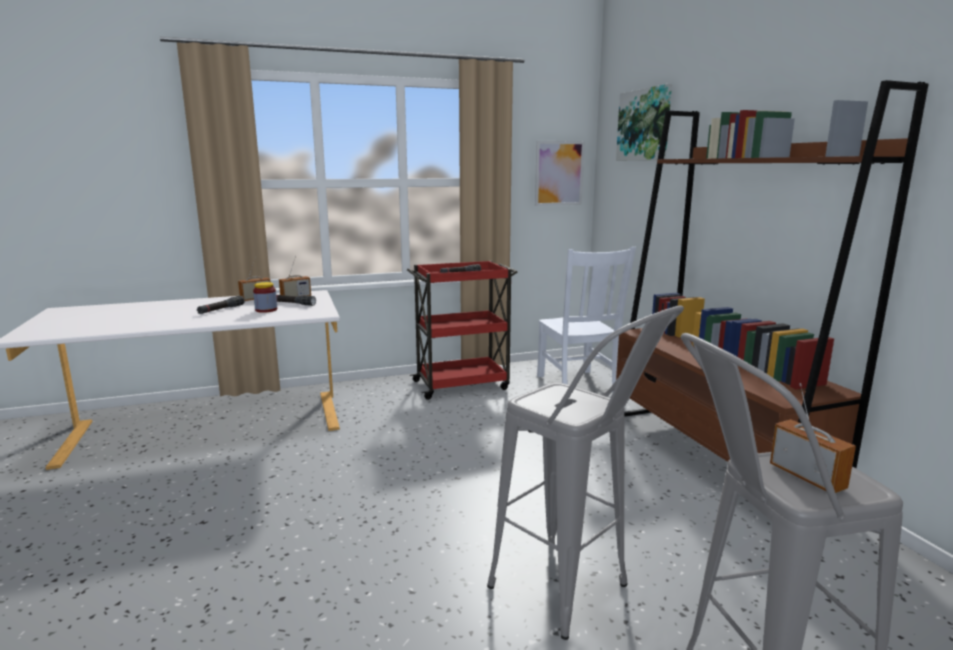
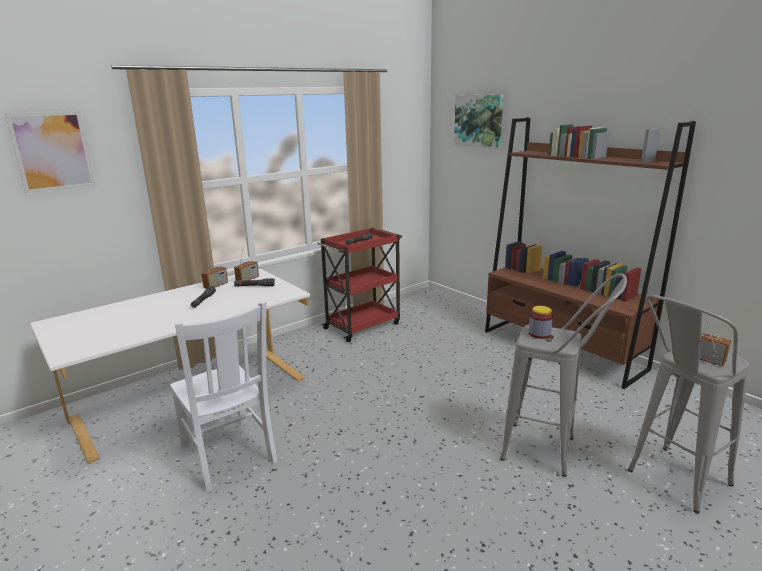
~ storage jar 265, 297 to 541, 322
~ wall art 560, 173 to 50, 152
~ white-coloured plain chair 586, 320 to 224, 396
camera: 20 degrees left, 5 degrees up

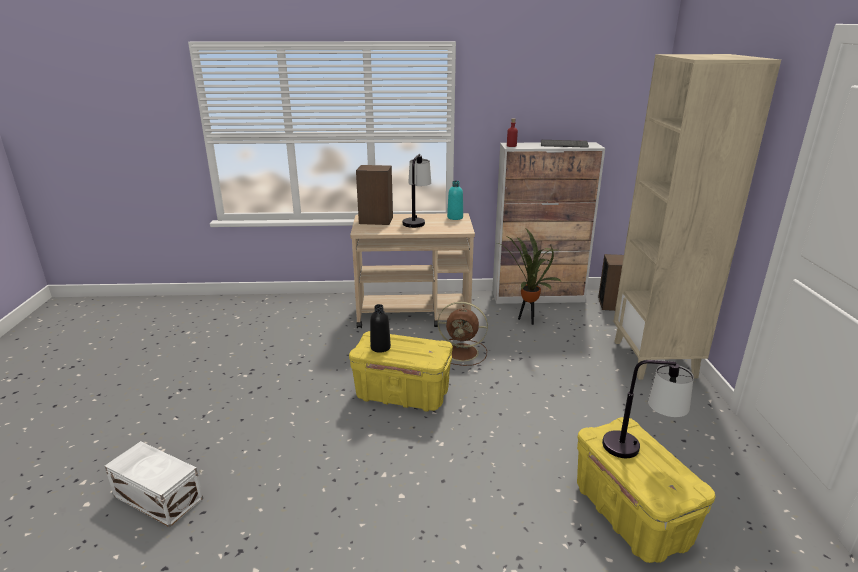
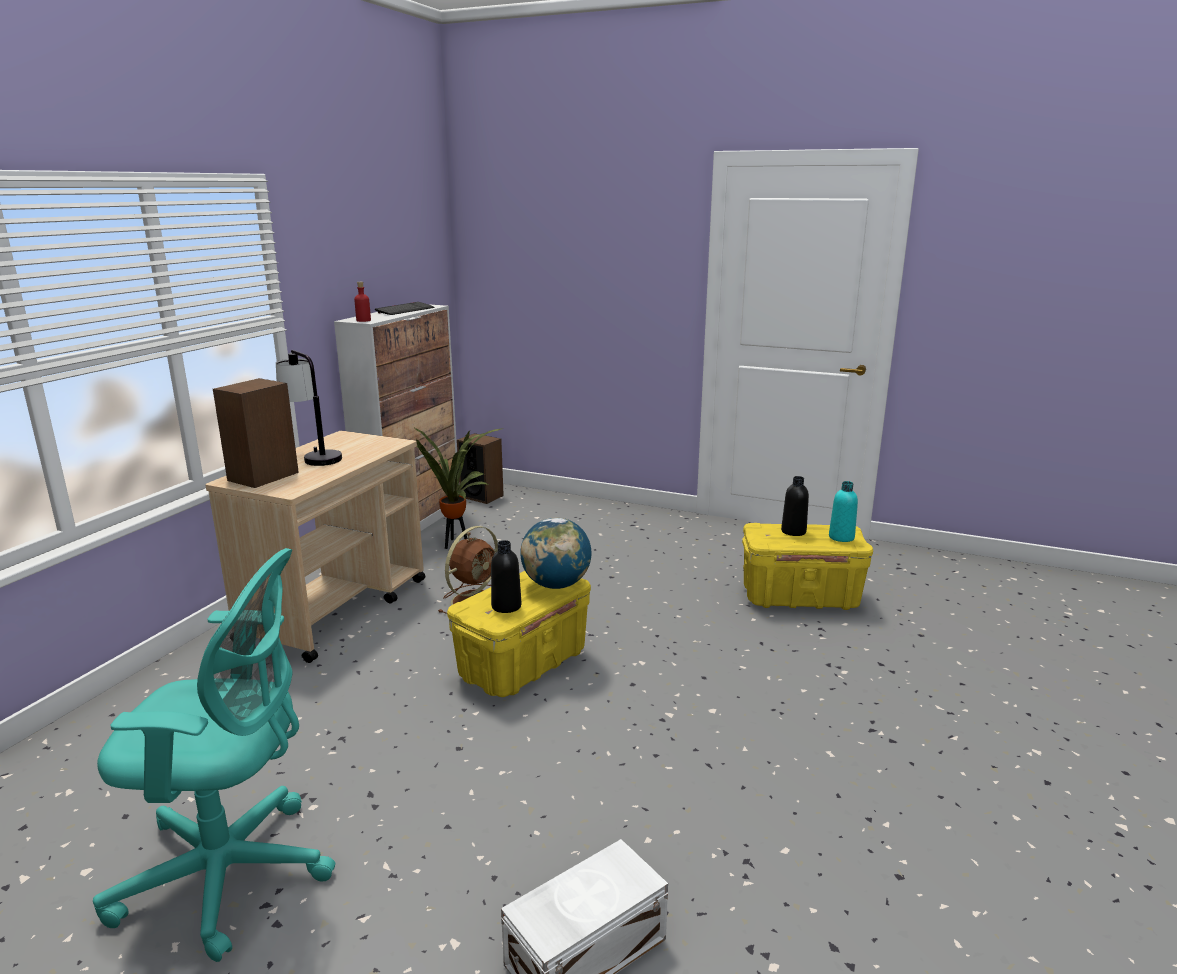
- sand-coloured bookshelf 697, 217
+ blue-green office chair 214, 755
+ world globe 556, 553
~ blue-green bottle 455, 200 to 843, 511
~ lamp for a table 648, 409 to black-coloured bottle 795, 506
camera: 65 degrees left, 5 degrees down

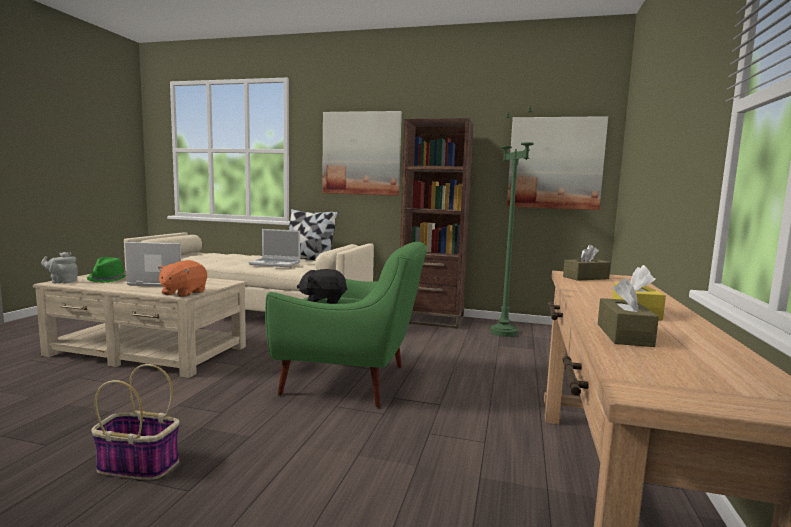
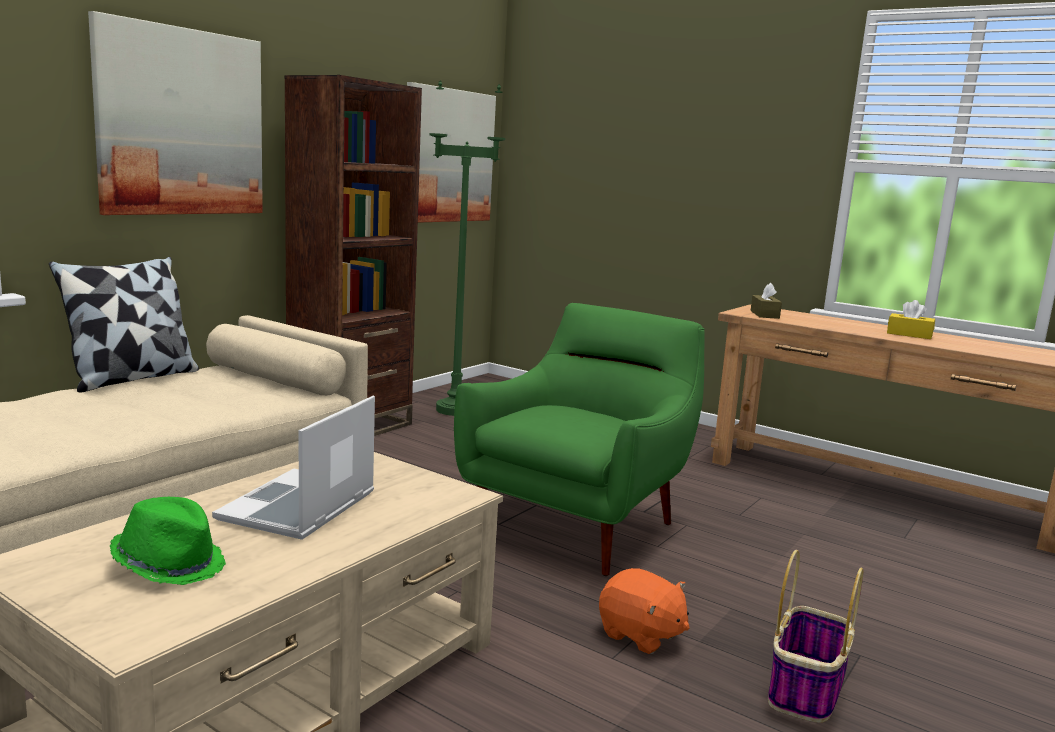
- gray tea pot 59, 267
- laptop 274, 248
- black-coloured soft toy 322, 286
- brown-coloured box of tissues 628, 312
~ orange-coloured soft toy 182, 278 to 644, 611
camera: 70 degrees left, 5 degrees up

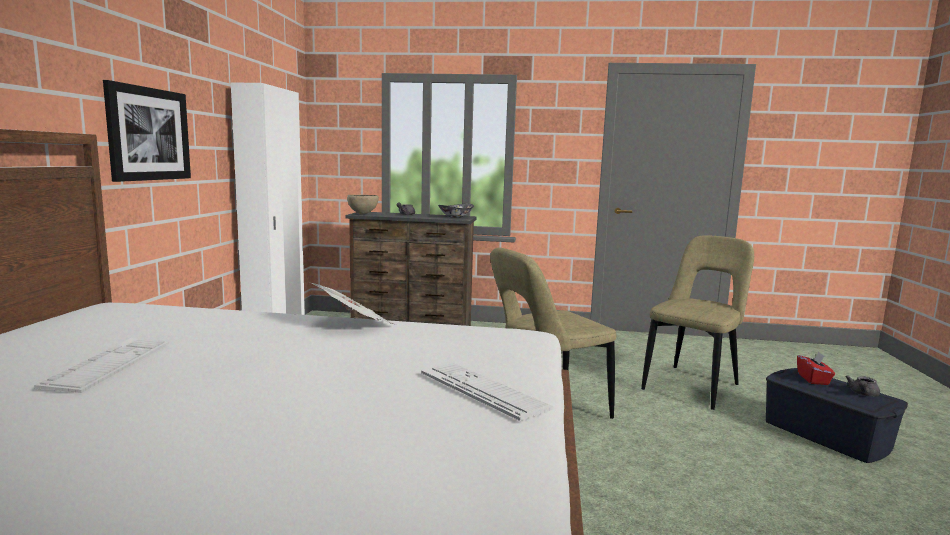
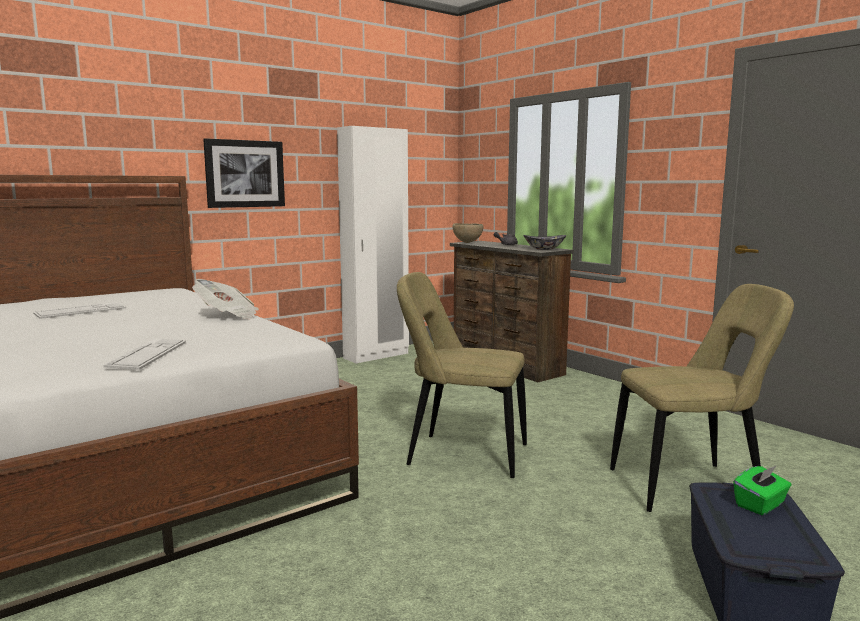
- gray tea pot 862, 386
~ red box of tissues 816, 368 to green box of tissues 762, 490
camera: 45 degrees right, 0 degrees up

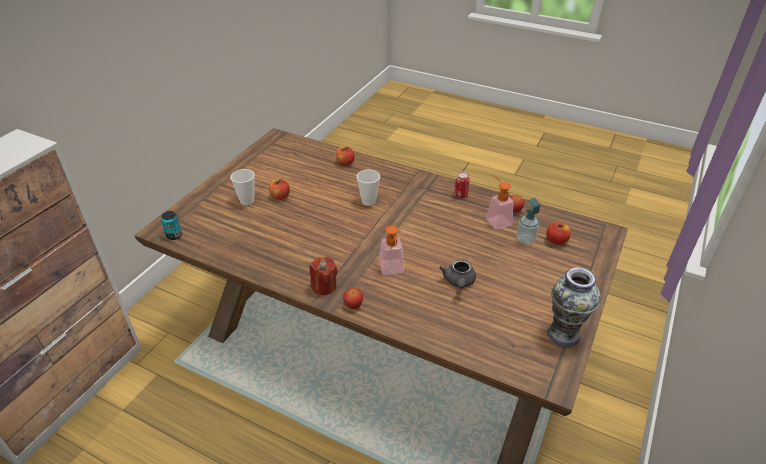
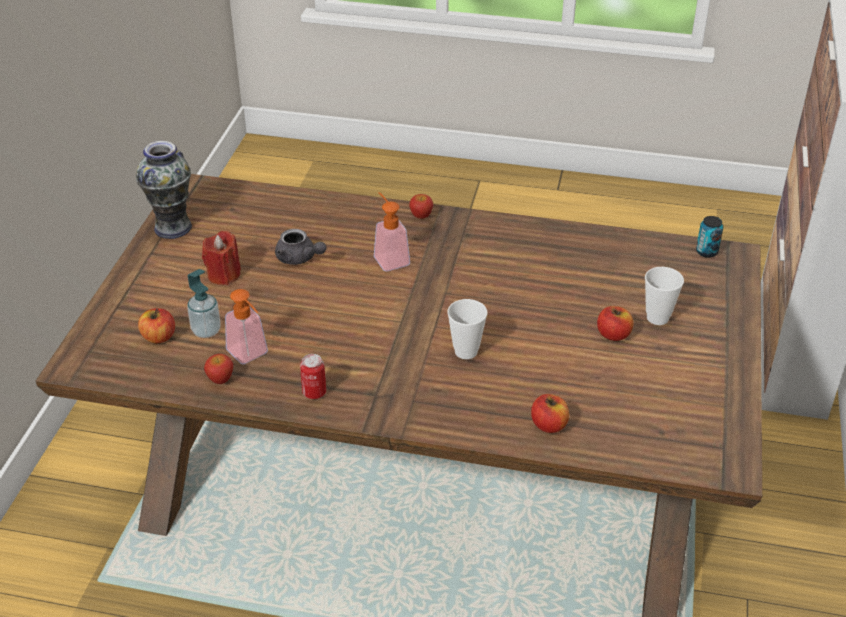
~ red candle 323, 276 to 221, 258
~ gray tea pot 457, 274 = 301, 247 135 degrees clockwise
camera: 165 degrees right, 0 degrees up

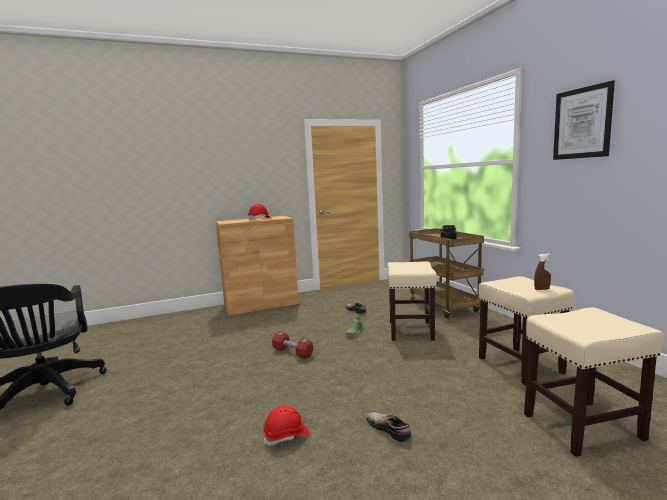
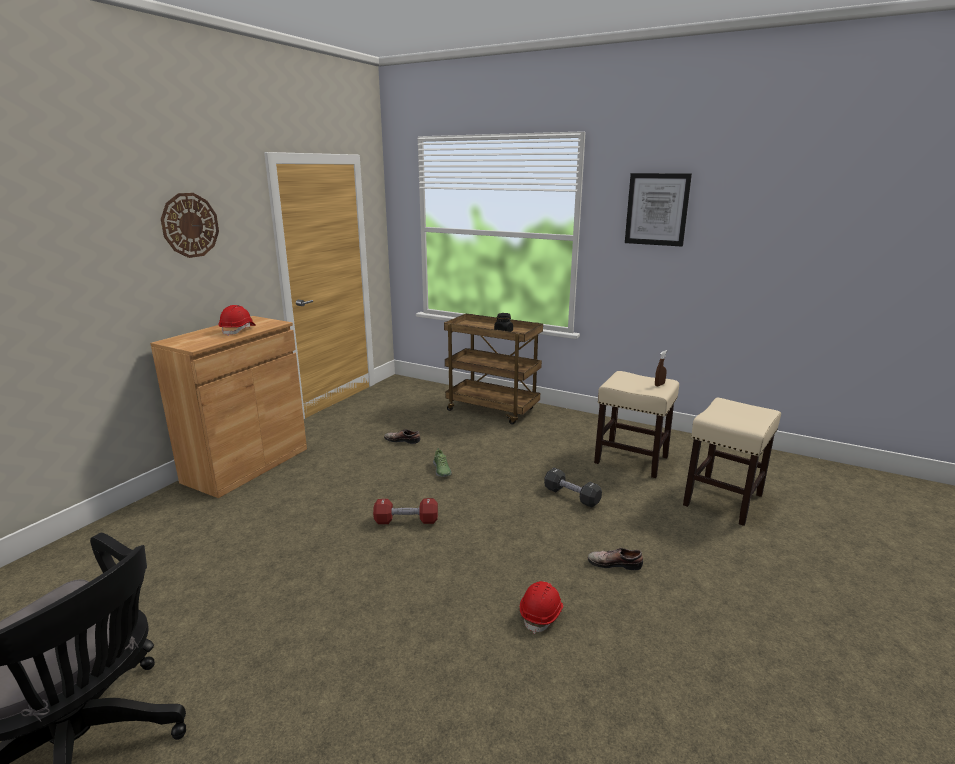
- sand-coloured stool seat 412, 301
+ hanging clock 190, 225
+ black-coloured hand weight 573, 488
camera: 40 degrees left, 10 degrees up

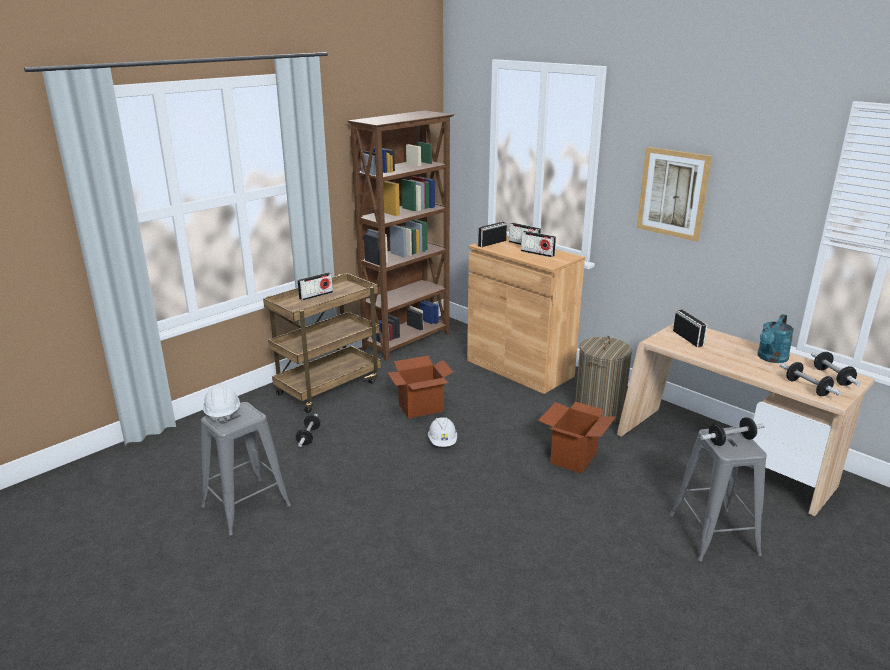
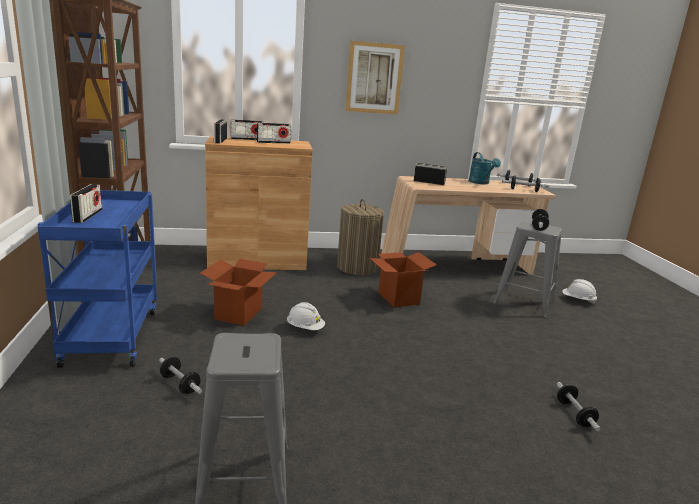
+ hand weight 579, 406
~ white-coloured safety helmet 221, 403 to 579, 291
~ brown-coloured cart 322, 343 to bluish cart 97, 279
camera: 55 degrees left, 5 degrees down

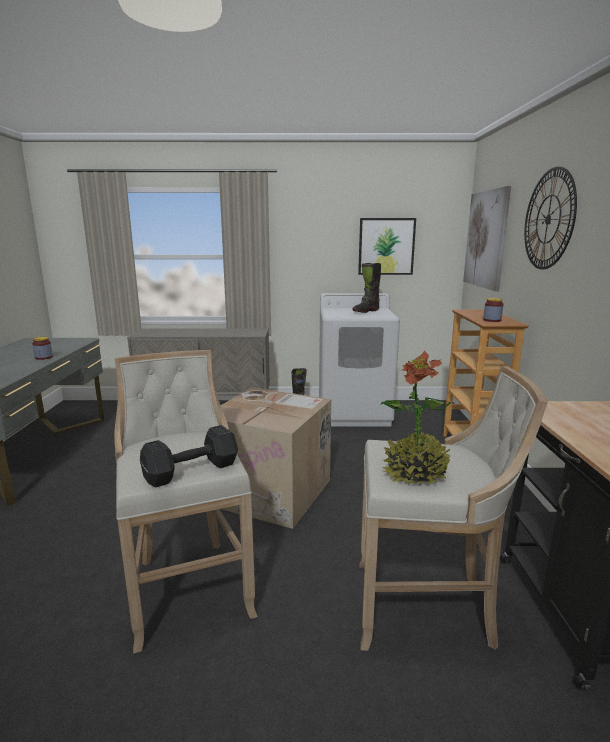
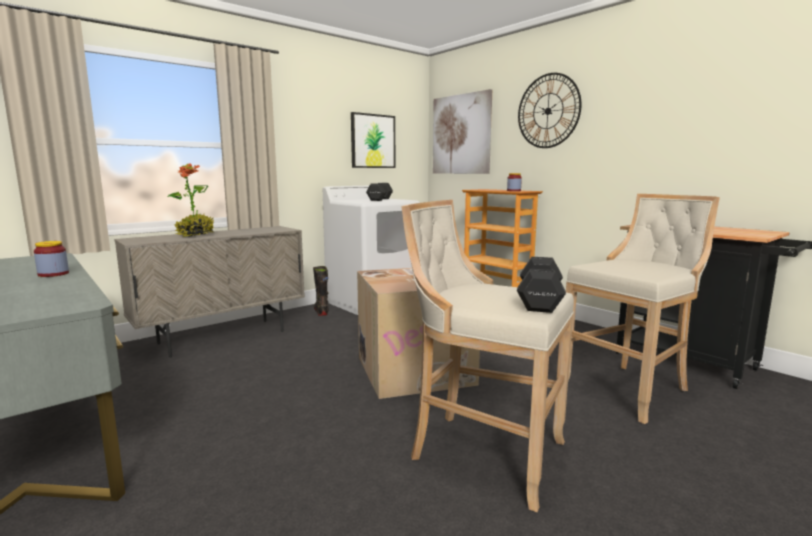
~ plant in a pot 415, 418 to 191, 200
~ black-coloured boot 366, 288 to black-coloured hand weight 379, 192
camera: 40 degrees left, 5 degrees down

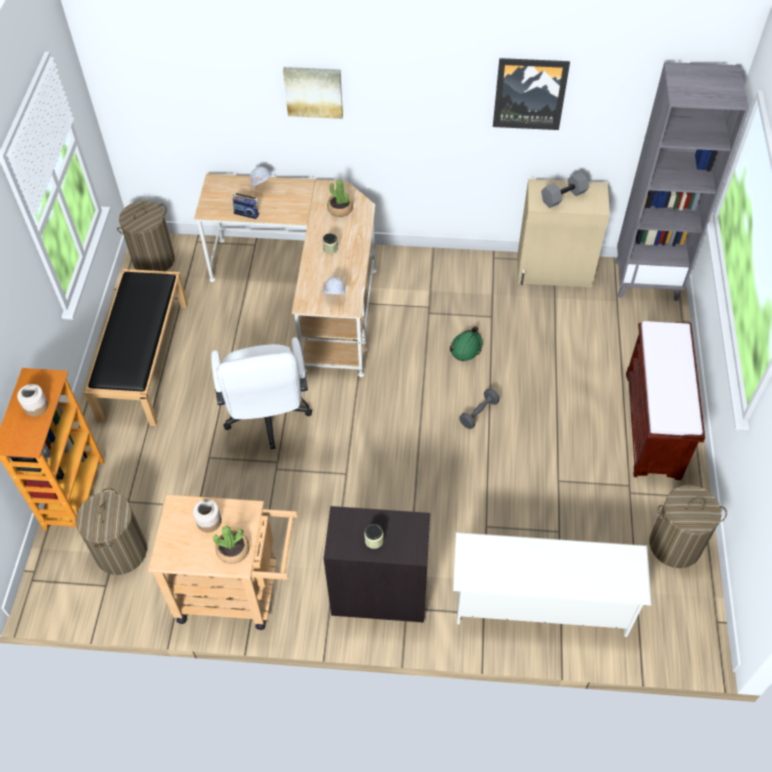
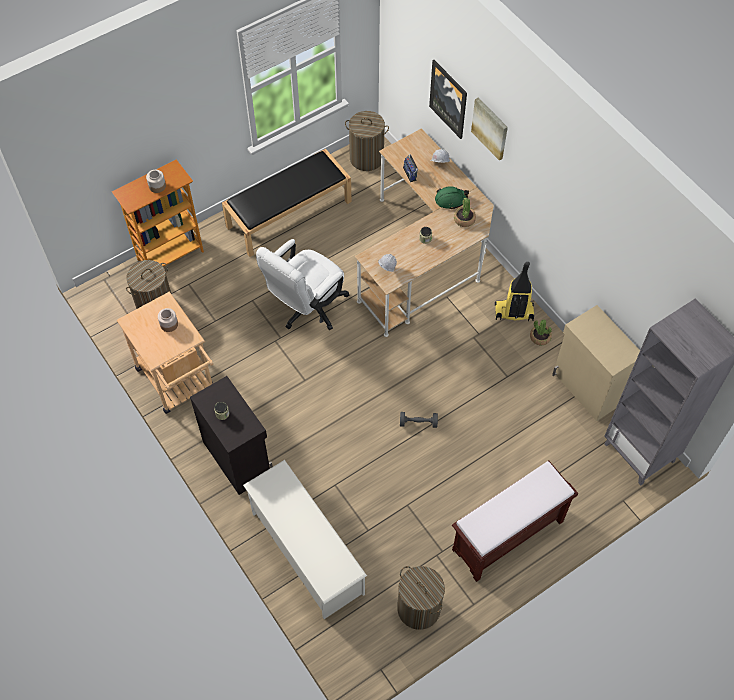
- gray hand weight 565, 190
+ vacuum 514, 291
~ plant in a pot 231, 545 to 541, 332
~ green safety helmet 466, 343 to 452, 198
~ wall art 531, 94 to 448, 99
camera: 50 degrees right, 5 degrees up

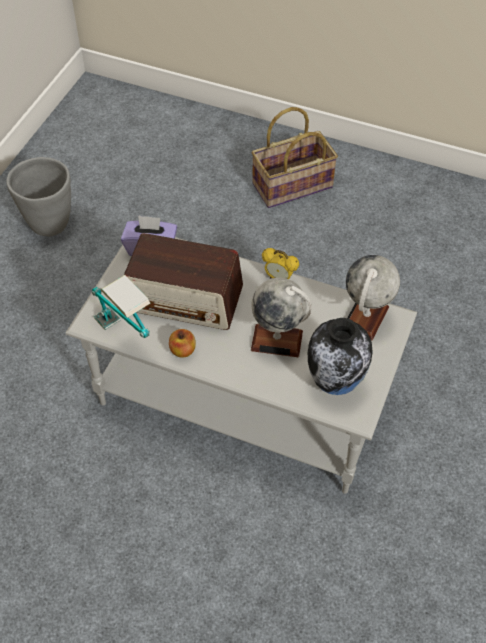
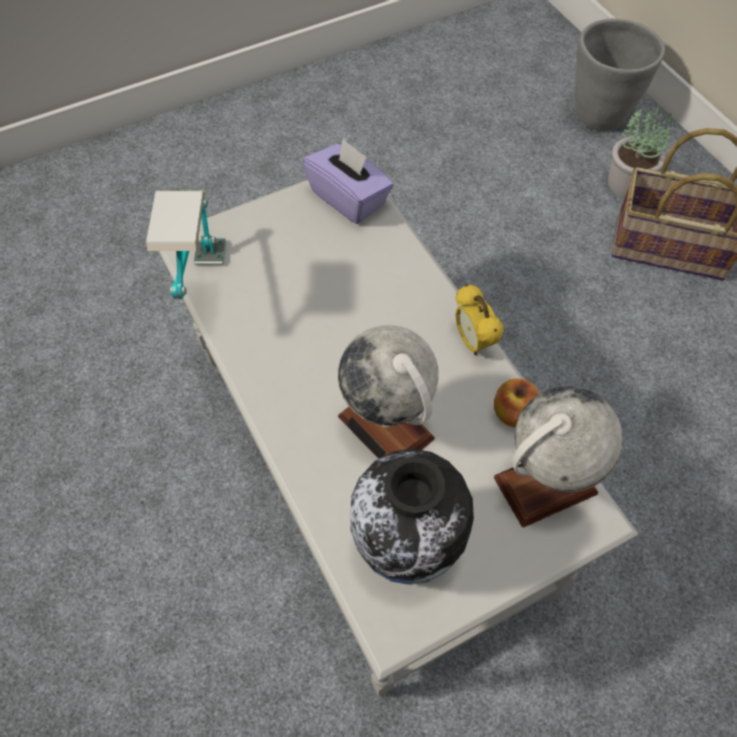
- radio receiver 183, 281
+ plant in a pot 640, 151
~ gray planter 38, 196 to 620, 74
~ whole apple 182, 343 to 517, 402
camera: 40 degrees right, 5 degrees up

